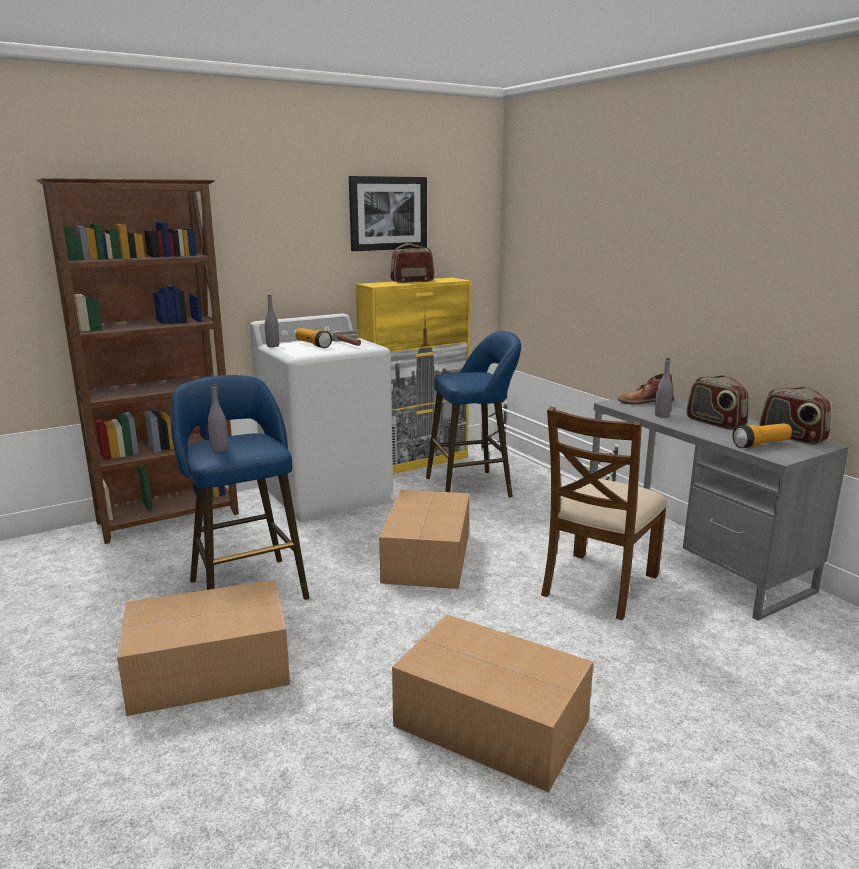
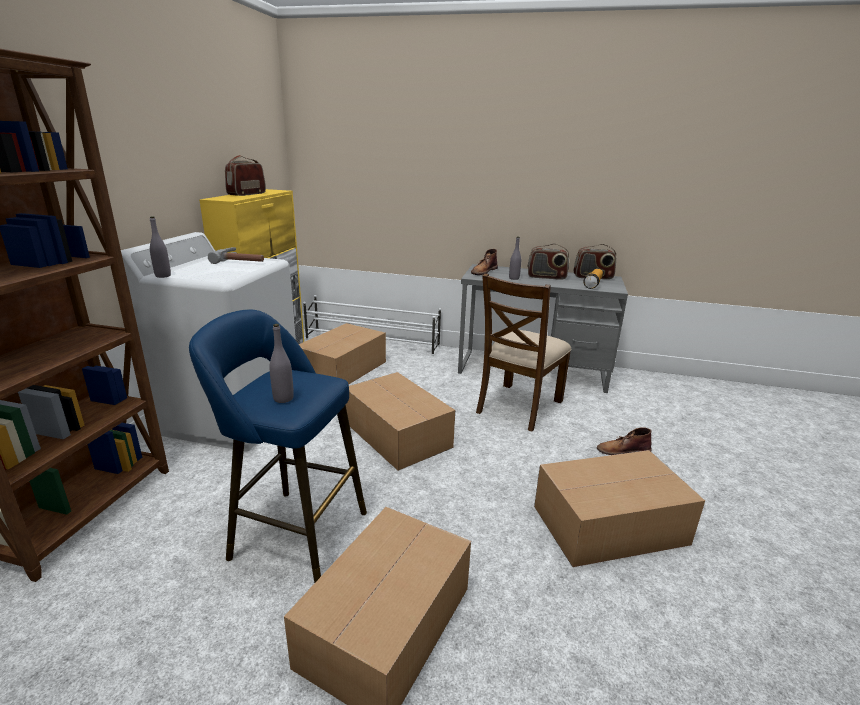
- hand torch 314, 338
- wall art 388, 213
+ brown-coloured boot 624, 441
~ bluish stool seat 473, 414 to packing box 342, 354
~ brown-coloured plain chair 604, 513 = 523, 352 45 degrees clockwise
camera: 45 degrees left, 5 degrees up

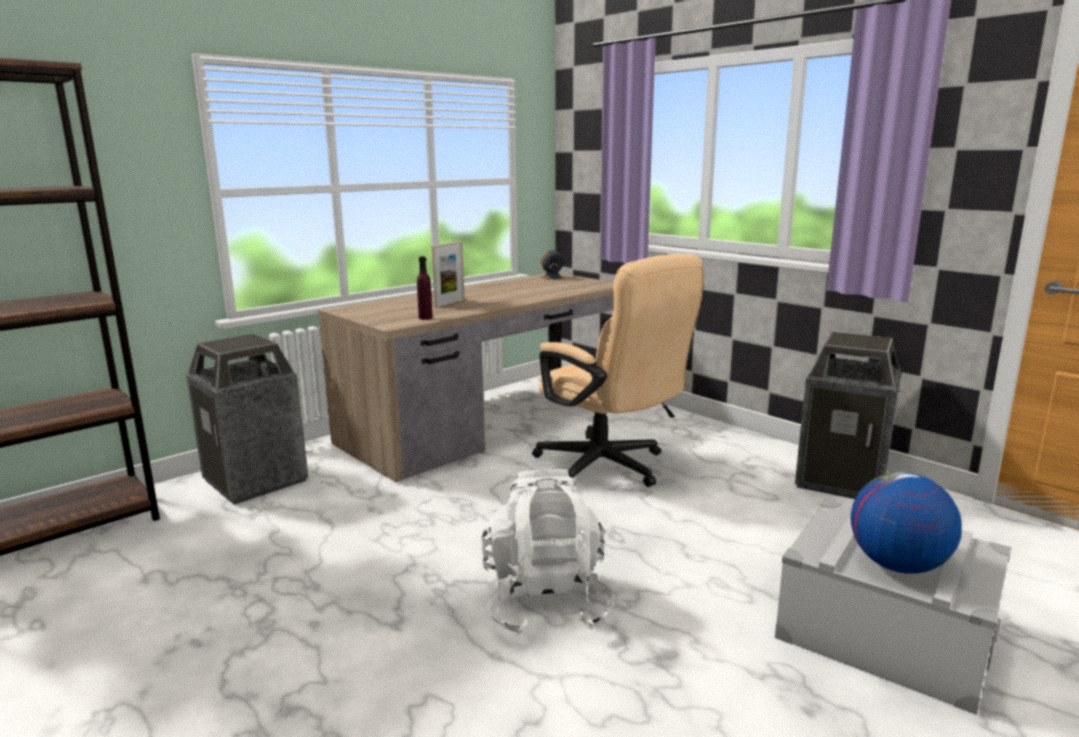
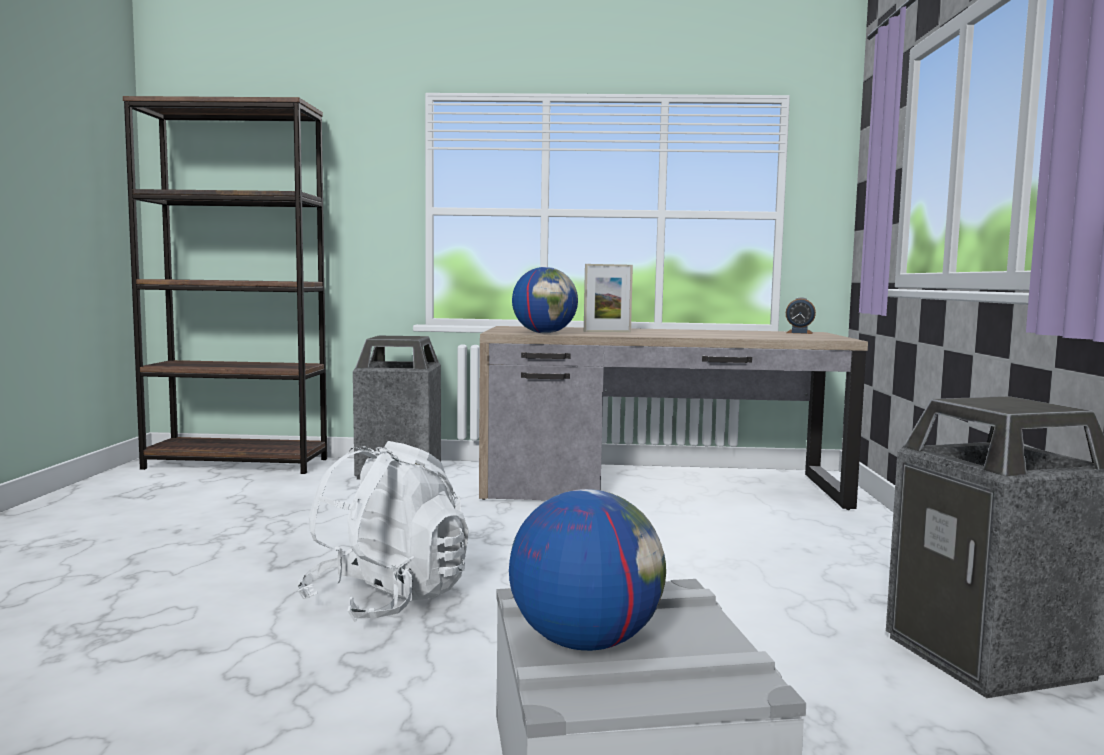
- sand-coloured office chair 618, 370
~ purple-coloured bottle 425, 288 to world globe 545, 300
camera: 45 degrees right, 10 degrees down

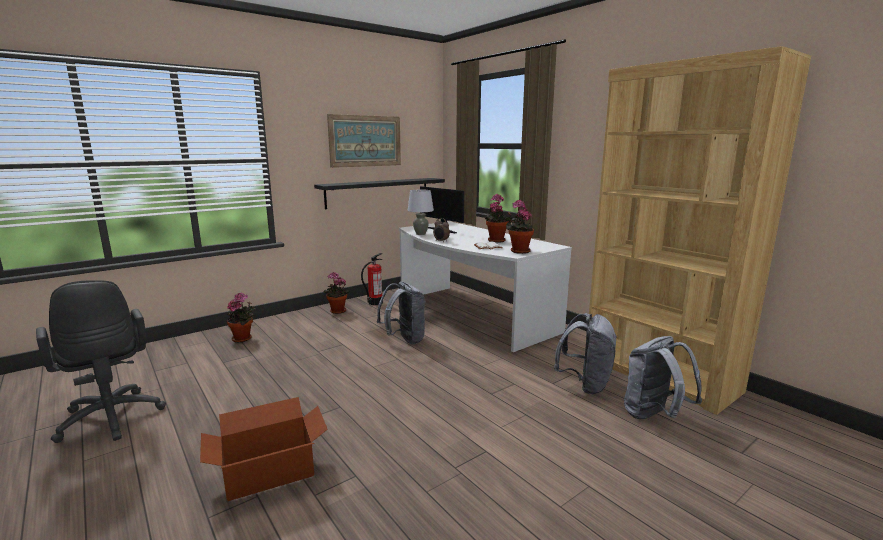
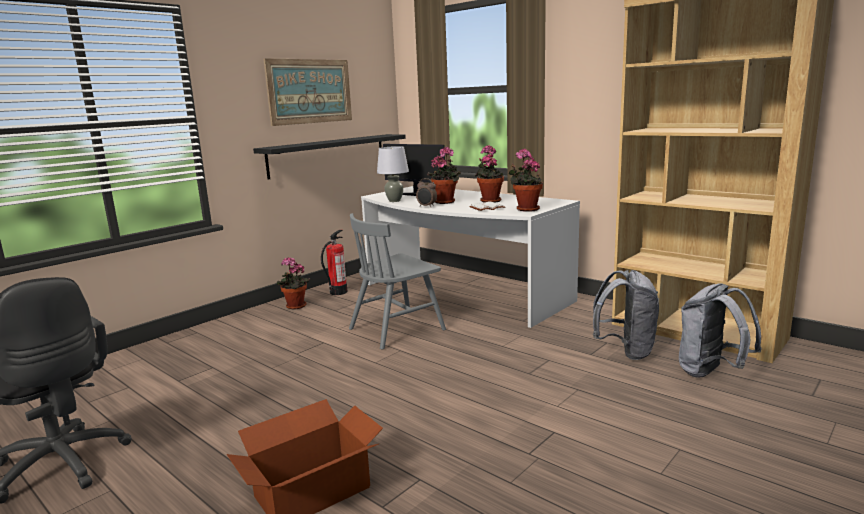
~ plant in a pot 241, 317 to 444, 175
~ gray rucksack 401, 313 to gray plain chair 397, 281
camera: 10 degrees left, 0 degrees up

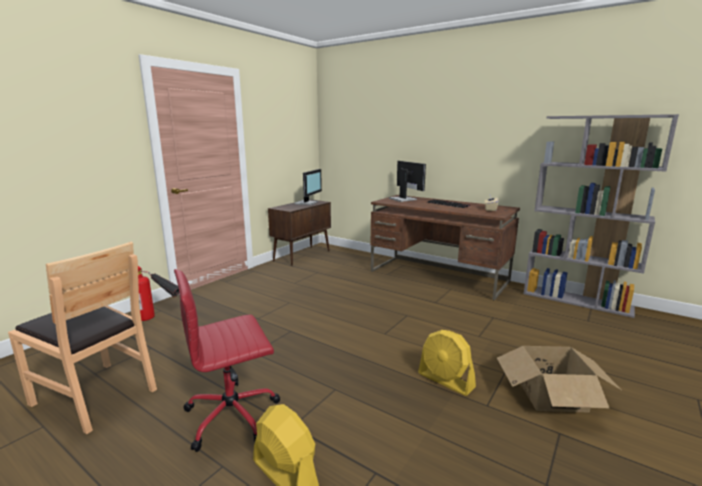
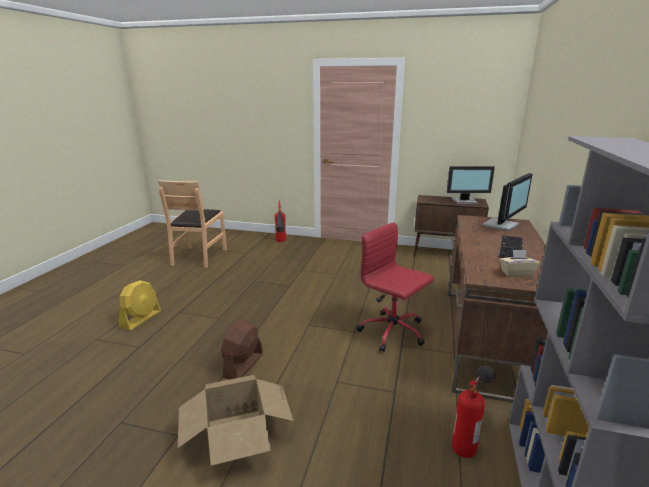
+ fire-fighting cylinder 474, 411
~ red office chair 227, 360 to 395, 287
~ yellowish cooling fan 447, 363 to brown-coloured cooling fan 242, 349
camera: 70 degrees right, 5 degrees up

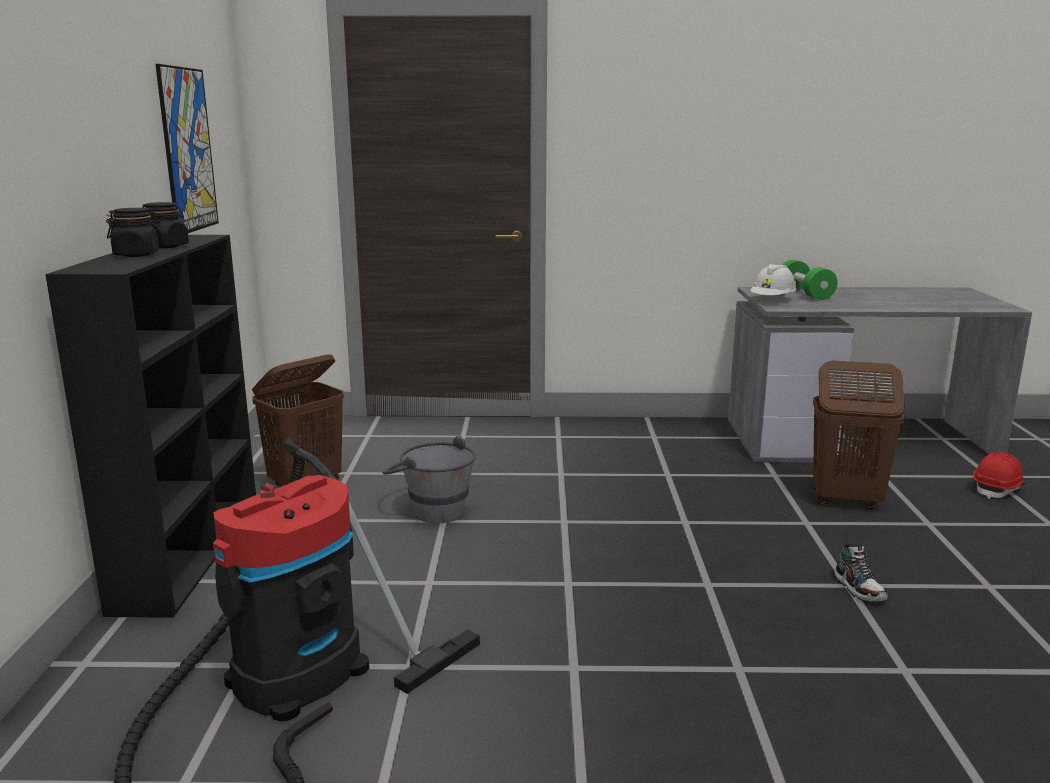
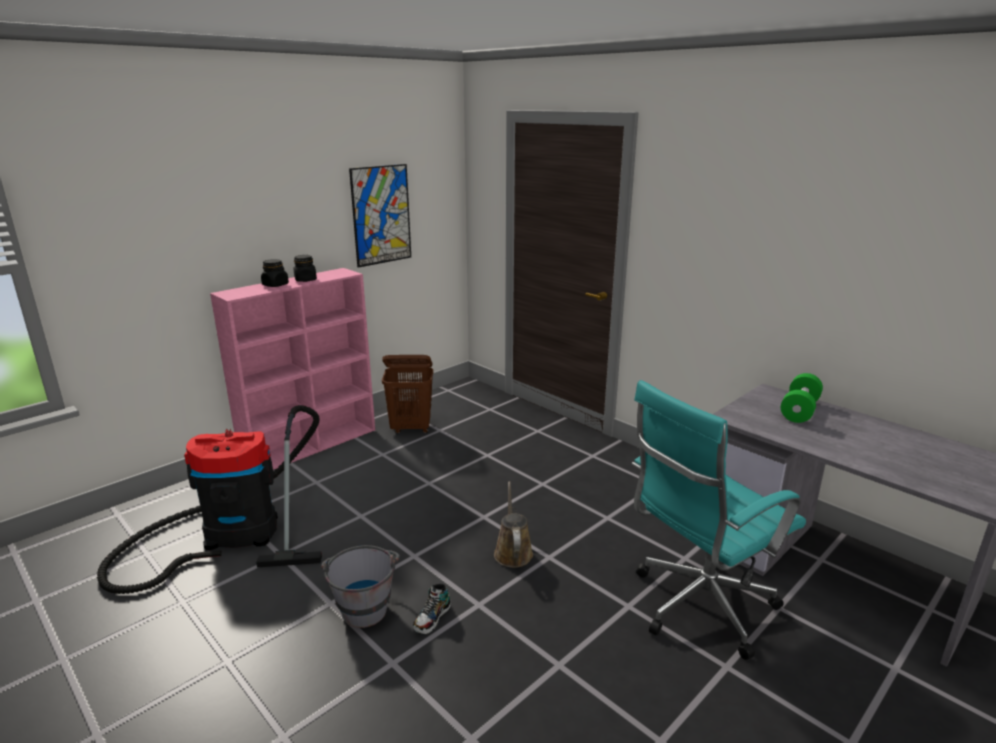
- white-coloured safety helmet 773, 280
- red safety helmet 999, 475
+ brown-coloured sprinkling can 513, 524
~ gray pail 429, 479 to 360, 586
~ item of footwear 860, 573 to 432, 609
~ brown-coloured washing basket 859, 435 to blue-green office chair 719, 520
~ black-coloured bookshelf 150, 426 to pinkish bookshelf 292, 369
camera: 45 degrees right, 5 degrees up

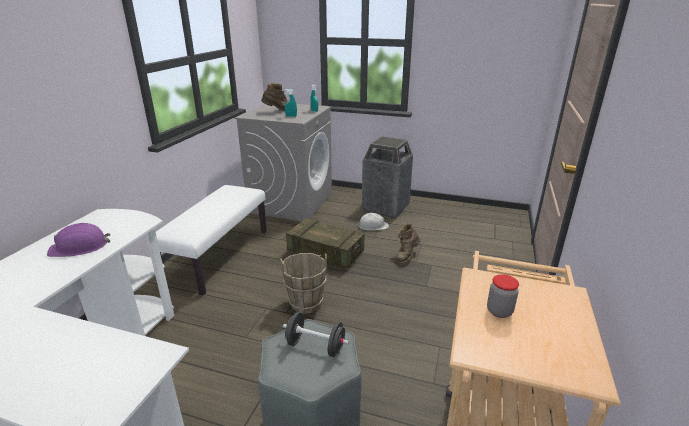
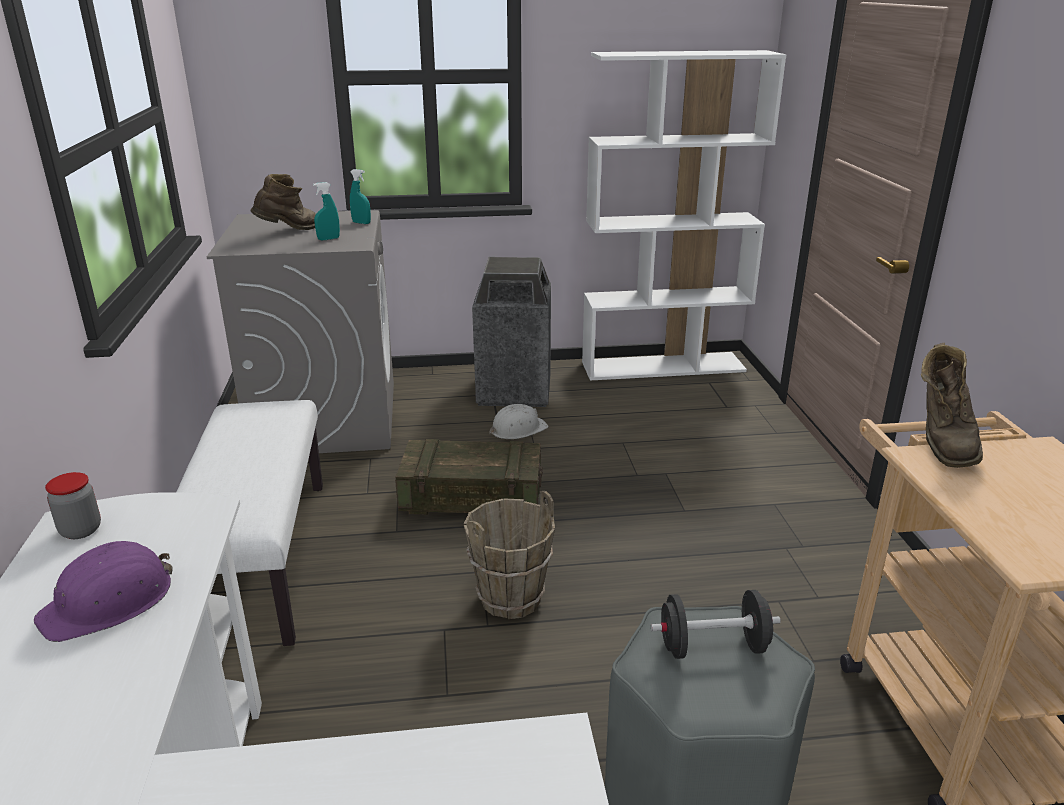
+ white-coloured bookshelf 684, 215
~ brown-coloured boot 408, 243 to 952, 405
~ storage jar 503, 296 to 73, 505
camera: 25 degrees left, 0 degrees up

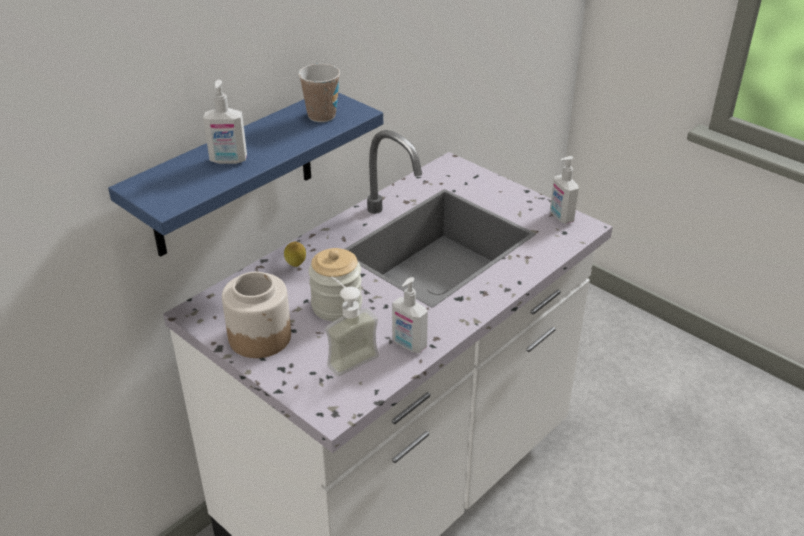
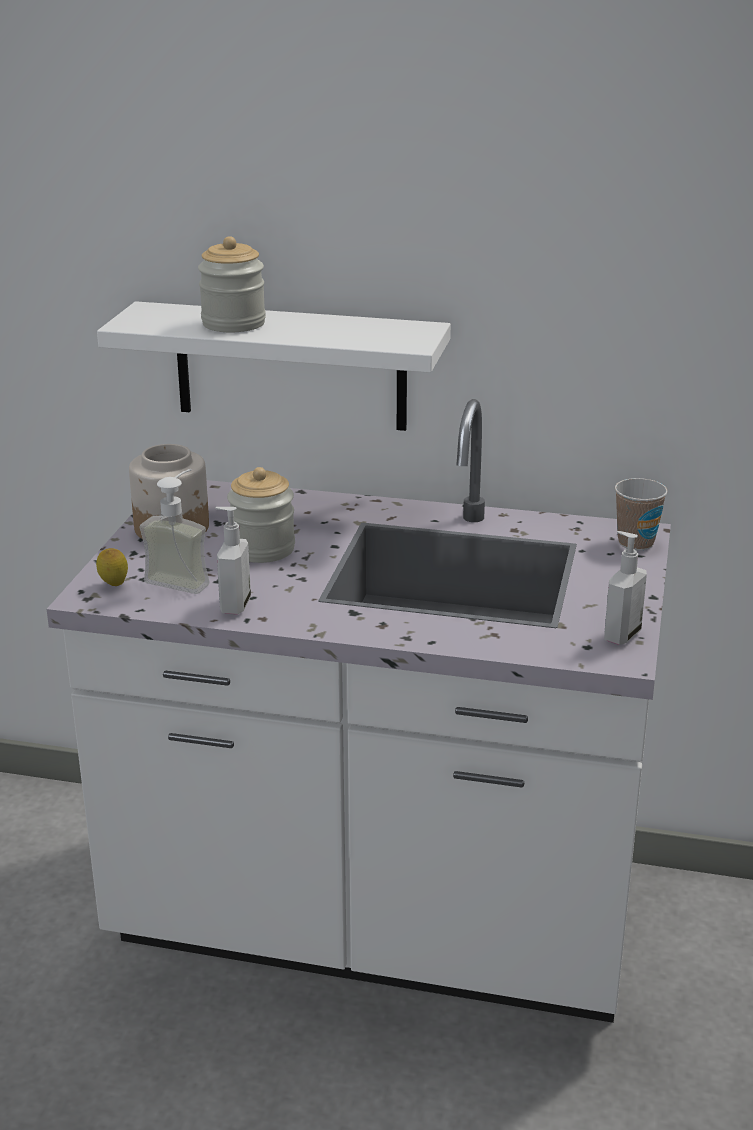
~ lemon 295, 254 to 112, 567
~ cup 319, 93 to 641, 514
~ liquid soap bottle 225, 122 to storage jar 232, 284
~ bluish wall shelf 245, 174 to white-coloured wall shelf 274, 366
camera: 60 degrees right, 10 degrees down

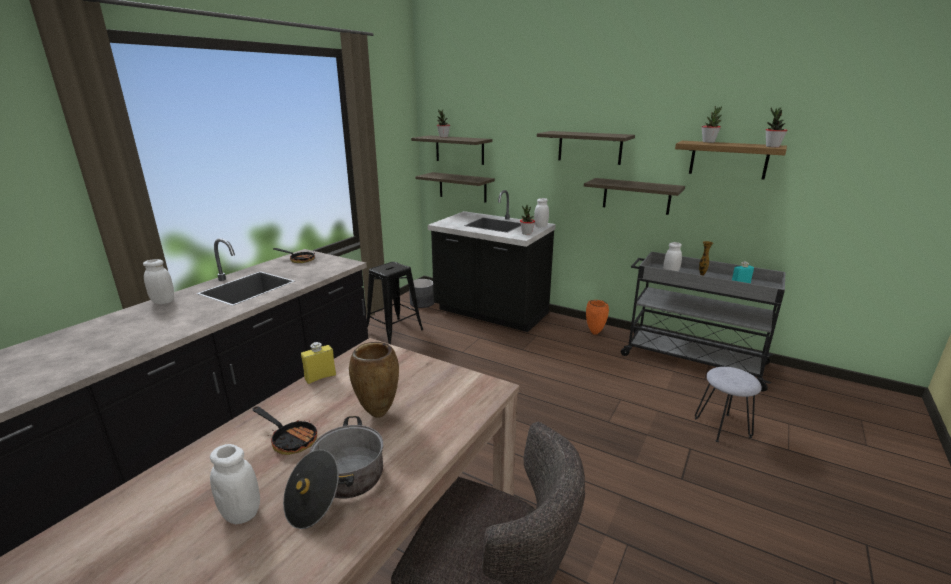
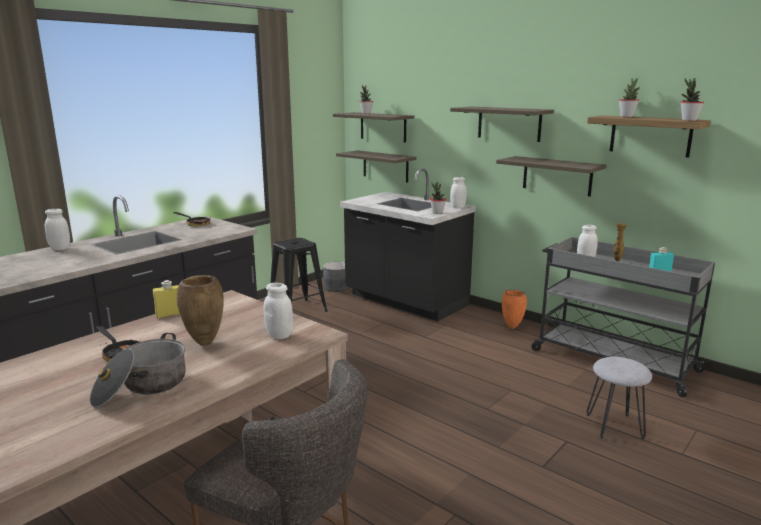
~ white-coloured storage jar 235, 484 to 278, 311
camera: 10 degrees right, 5 degrees down

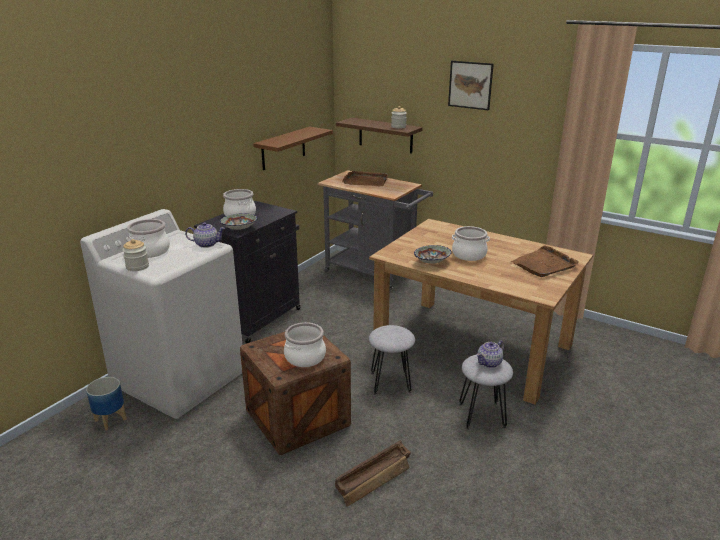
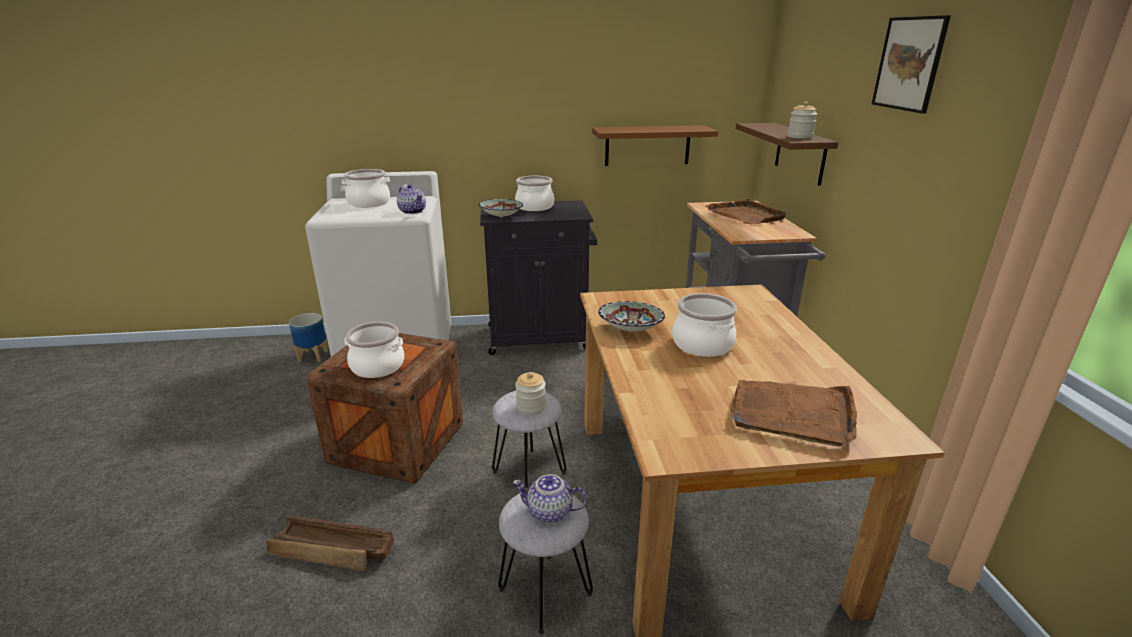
~ storage jar 136, 255 to 530, 393
camera: 50 degrees right, 0 degrees up

